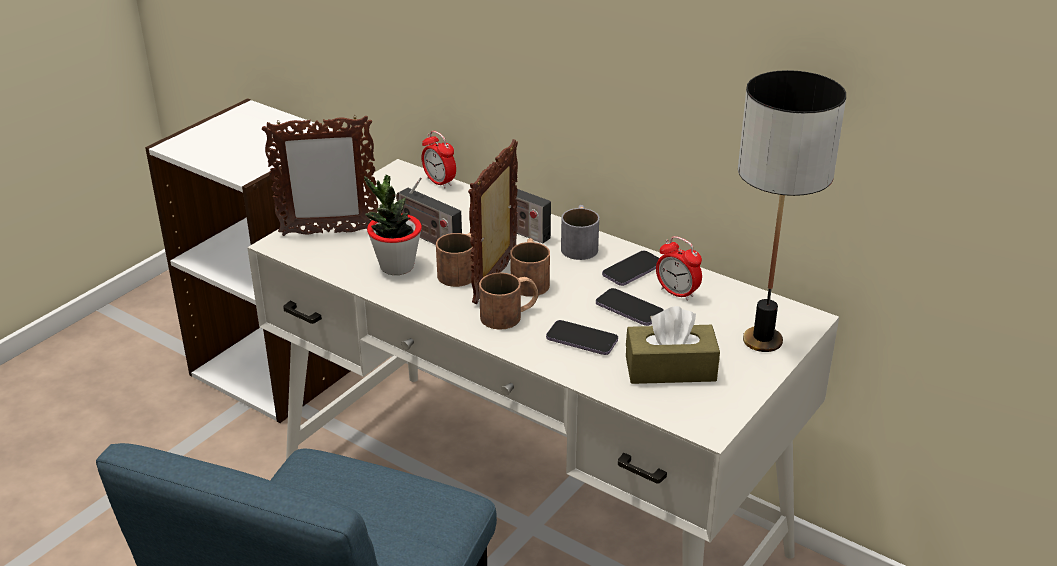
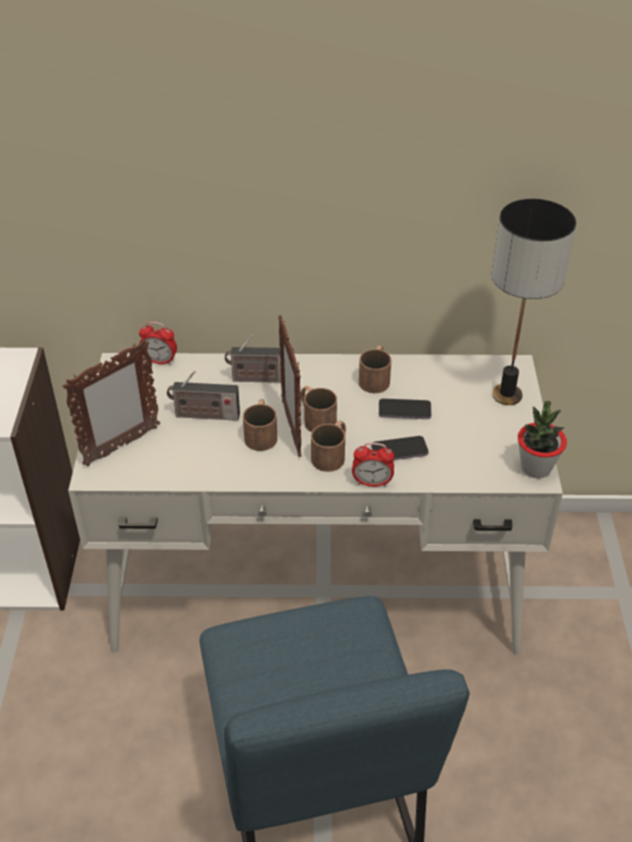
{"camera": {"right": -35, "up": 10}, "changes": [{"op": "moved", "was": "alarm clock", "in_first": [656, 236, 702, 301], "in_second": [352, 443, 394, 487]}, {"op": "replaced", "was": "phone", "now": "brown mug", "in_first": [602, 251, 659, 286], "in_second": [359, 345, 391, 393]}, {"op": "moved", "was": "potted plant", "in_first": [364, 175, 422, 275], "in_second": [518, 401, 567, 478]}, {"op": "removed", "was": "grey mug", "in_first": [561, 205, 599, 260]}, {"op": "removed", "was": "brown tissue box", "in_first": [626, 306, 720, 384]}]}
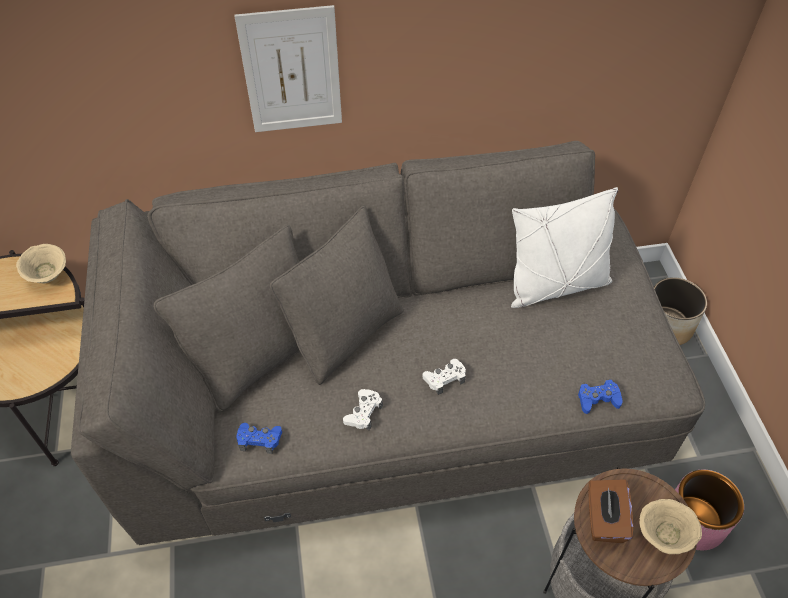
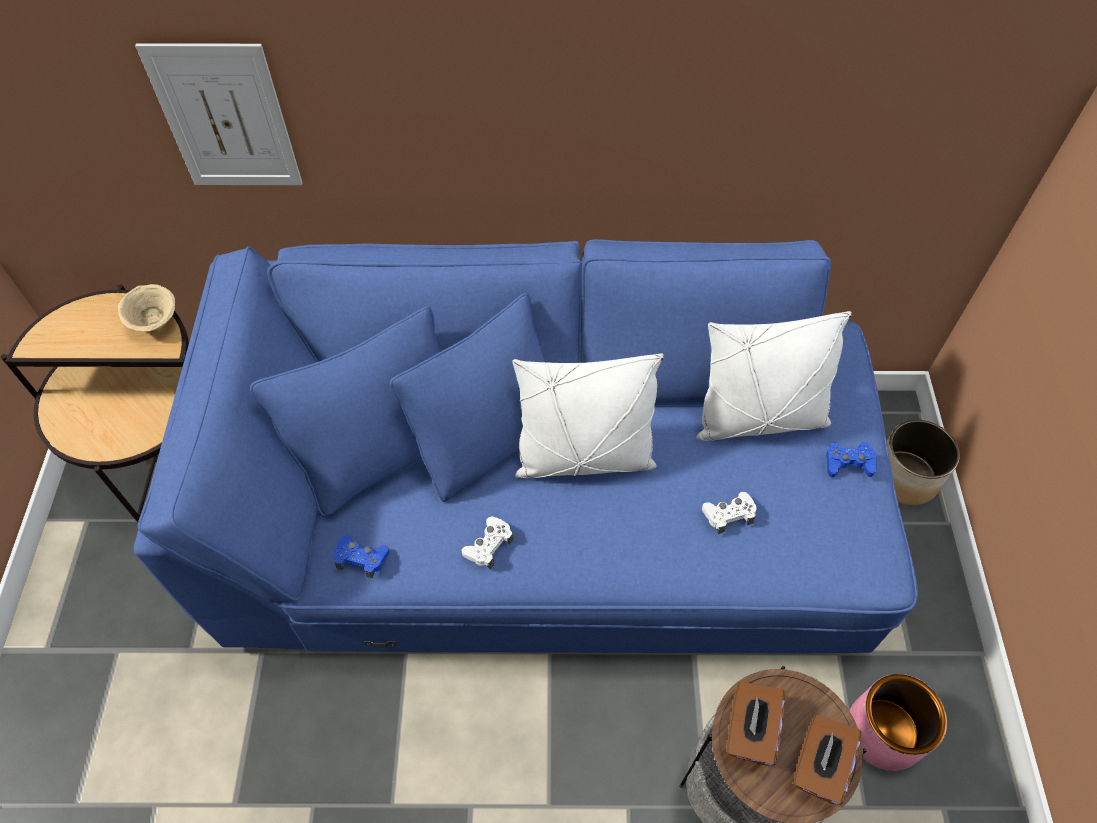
{"camera": {"right": 10, "up": 5}, "changes": [{"op": "recoloured", "was": "grey sofa", "now": "blue sofa", "in_first": [71, 141, 705, 545], "in_second": [134, 239, 918, 654]}, {"op": "moved", "was": "picture", "in_first": [234, 5, 342, 132], "in_second": [135, 43, 302, 185]}, {"op": "added", "now": "white pillow", "in_second": [512, 353, 663, 478]}, {"op": "moved", "was": "white game controller", "in_first": [423, 359, 466, 395], "in_second": [702, 492, 757, 534]}, {"op": "replaced", "was": "beige bowl", "now": "brown tissue box", "in_first": [640, 499, 702, 554], "in_second": [793, 715, 862, 805]}, {"op": "moved", "was": "blue game controller", "in_first": [578, 379, 623, 414], "in_second": [826, 442, 877, 477]}]}
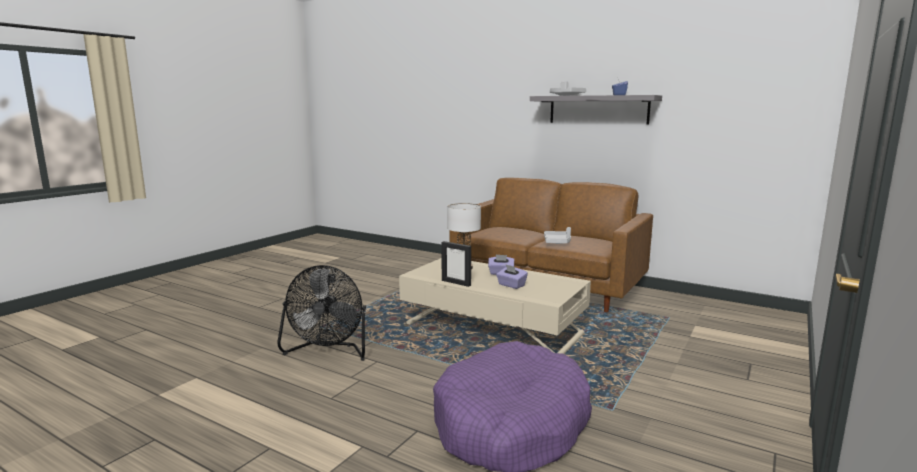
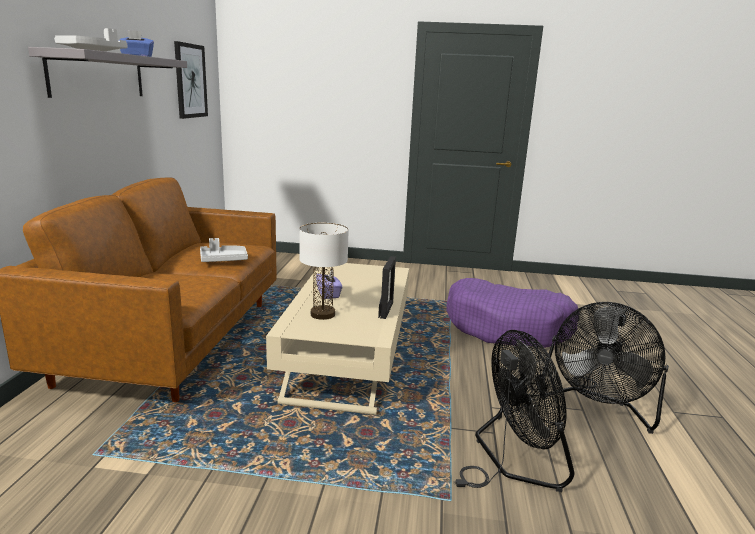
{"camera": {"right": -115, "up": 5}, "changes": [{"op": "added", "now": "picture", "in_second": [174, 41, 208, 119]}, {"op": "added", "now": "black fan", "in_second": [541, 302, 669, 434]}, {"op": "removed", "was": "purple tissue box", "in_first": [496, 265, 528, 289]}]}
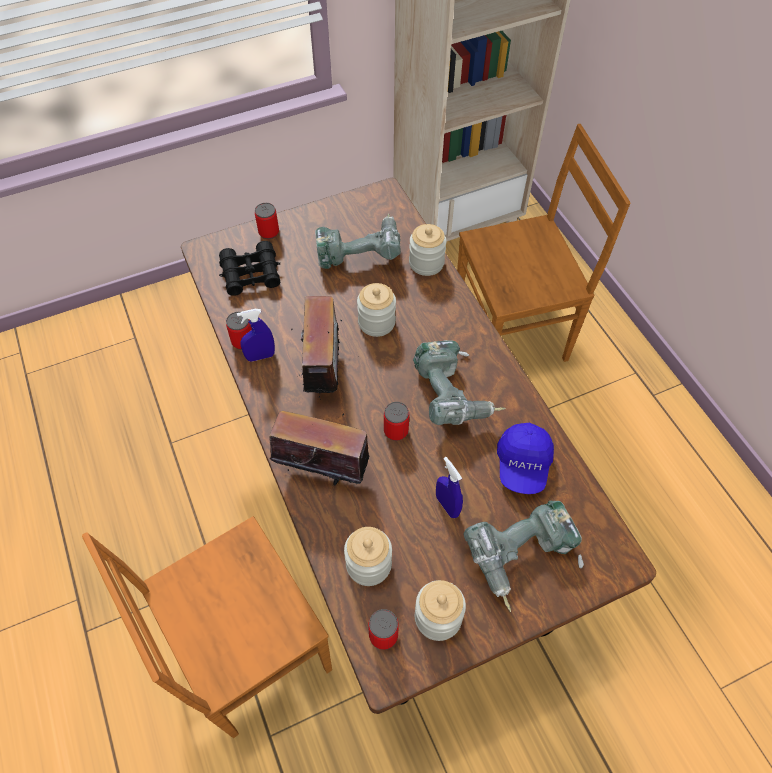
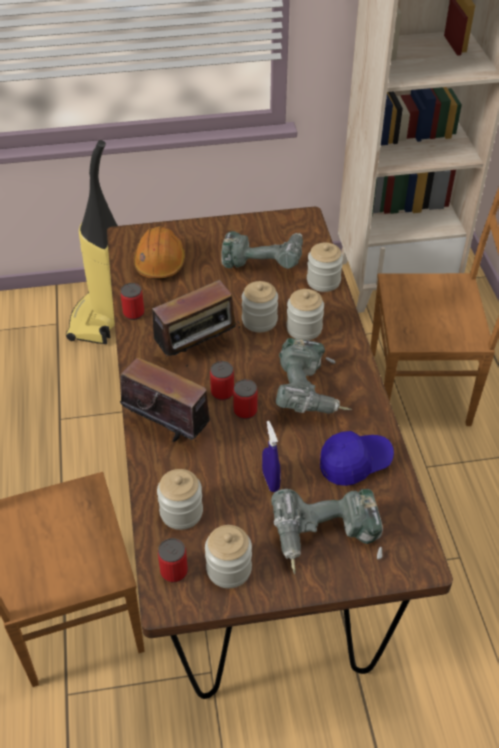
{"camera": {"right": 15, "up": -10}, "changes": [{"op": "added", "now": "vacuum cleaner", "in_second": [66, 140, 118, 344]}, {"op": "replaced", "was": "black binoculars", "now": "orange hard hat", "in_first": [219, 241, 280, 296], "in_second": [133, 226, 185, 280]}, {"op": "turned", "was": "radio", "in_first": [291, 296, 359, 400], "in_second": [152, 280, 240, 357], "clockwise": 45}, {"op": "moved", "was": "can", "in_first": [255, 203, 279, 239], "in_second": [210, 361, 234, 401]}, {"op": "added", "now": "jar", "in_second": [286, 289, 324, 340]}, {"op": "turned", "was": "blue cap", "in_first": [497, 423, 554, 494], "in_second": [320, 431, 394, 486], "clockwise": -135}, {"op": "removed", "was": "blue spray bottle", "in_first": [237, 309, 275, 362]}]}
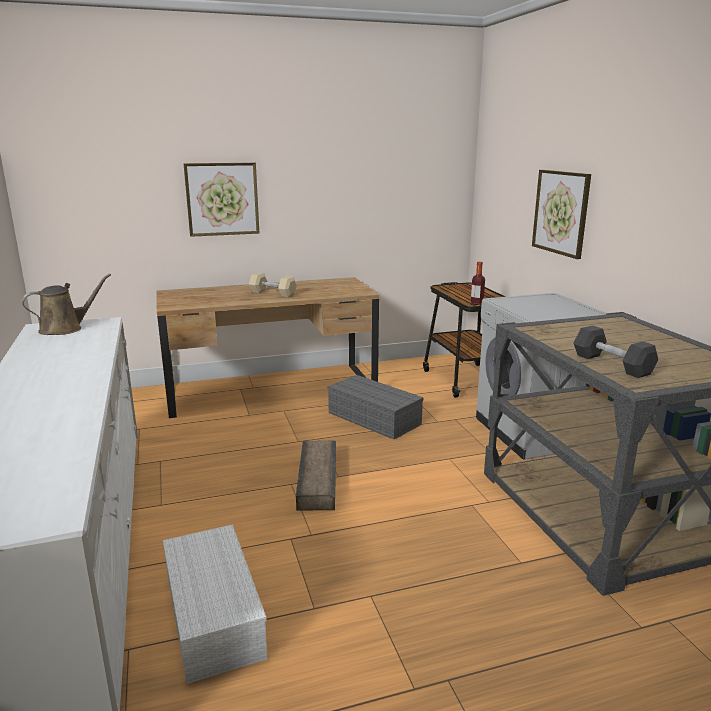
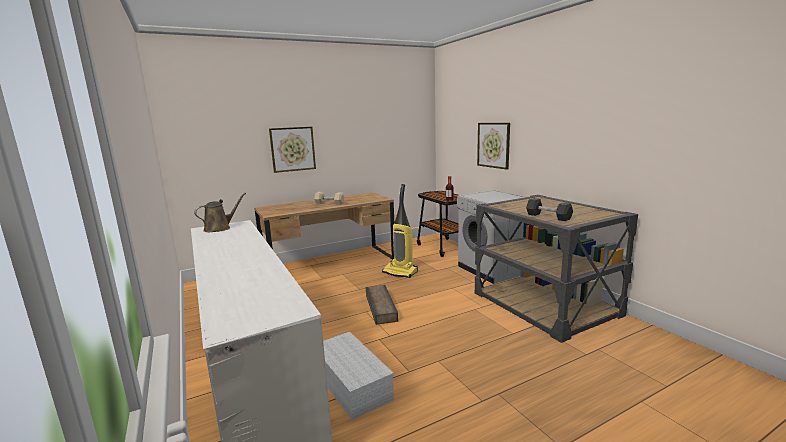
{"camera": {"right": -10, "up": -5}, "changes": [{"op": "replaced", "was": "grey storage box", "now": "vacuum cleaner", "in_first": [327, 375, 424, 440], "in_second": [382, 184, 418, 278]}]}
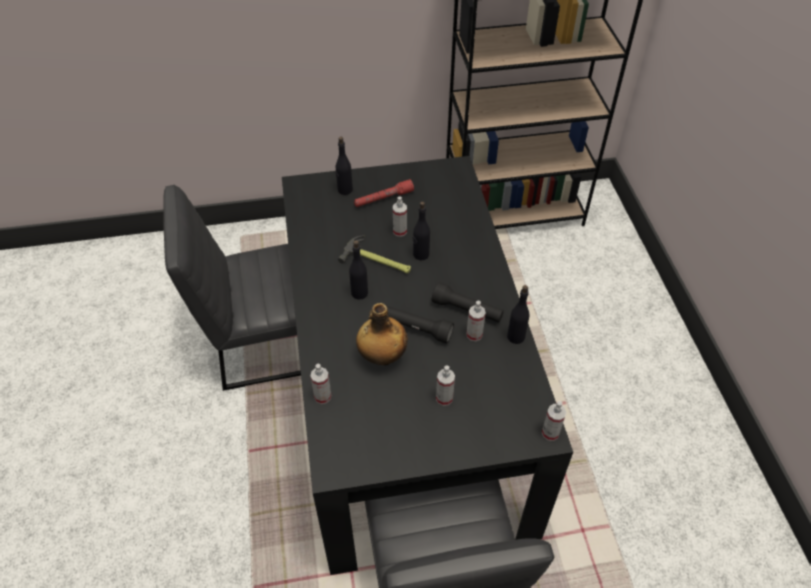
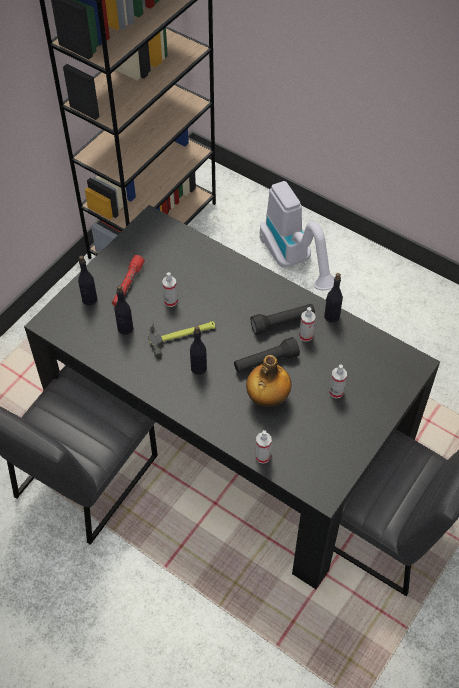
{"camera": {"right": -45, "up": 5}, "changes": [{"op": "moved", "was": "black bottle", "in_first": [413, 201, 430, 260], "in_second": [115, 285, 133, 335]}, {"op": "added", "now": "vacuum cleaner", "in_second": [260, 181, 334, 290]}, {"op": "removed", "was": "spray bottle", "in_first": [542, 401, 566, 441]}]}
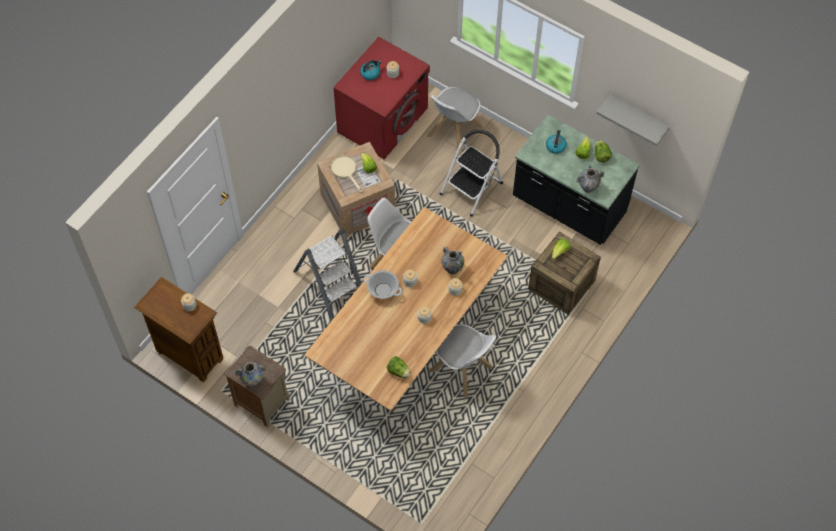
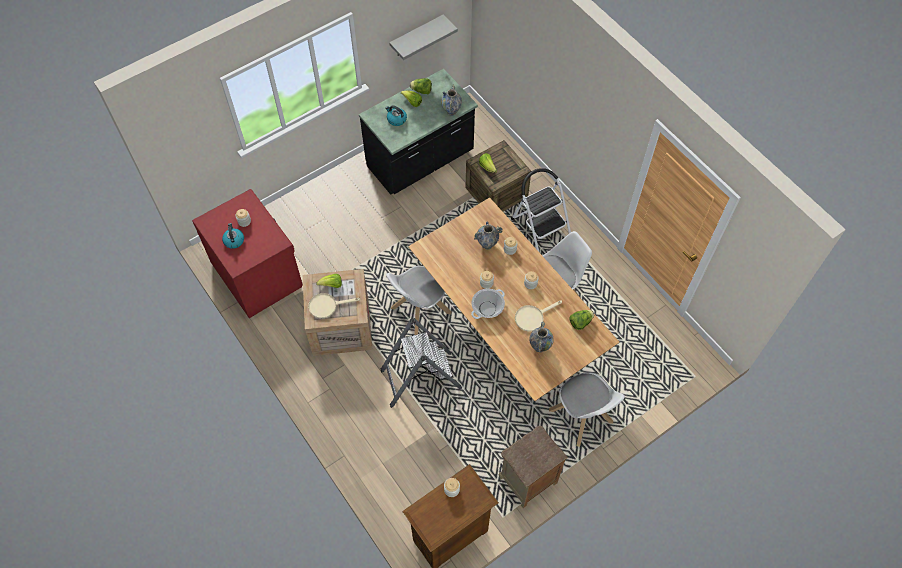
{"camera": {"right": -70, "up": 0}, "changes": [{"op": "moved", "was": "step ladder", "in_first": [440, 130, 503, 216], "in_second": [511, 168, 571, 253]}, {"op": "added", "now": "beige frying pan", "in_second": [515, 300, 562, 332]}, {"op": "moved", "was": "vase", "in_first": [235, 362, 266, 386], "in_second": [529, 321, 554, 352]}, {"op": "moved", "was": "chair", "in_first": [427, 87, 483, 155], "in_second": [549, 372, 625, 447]}]}
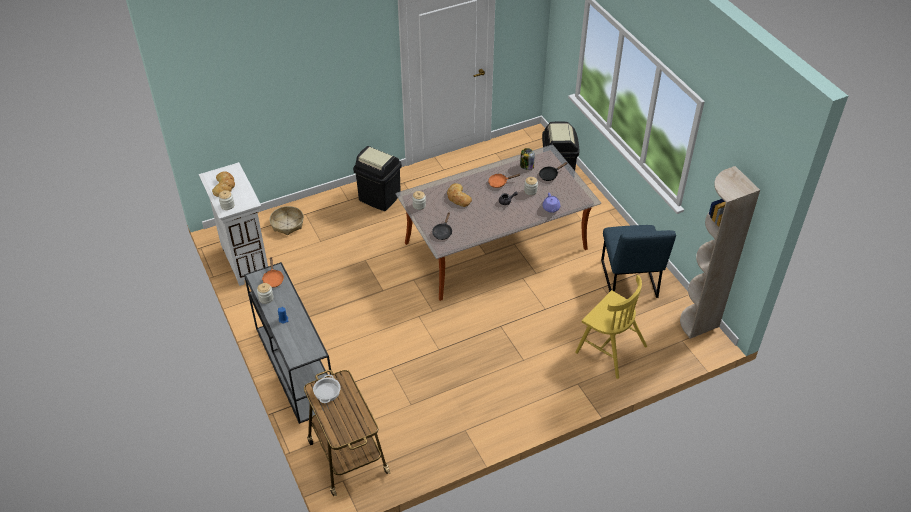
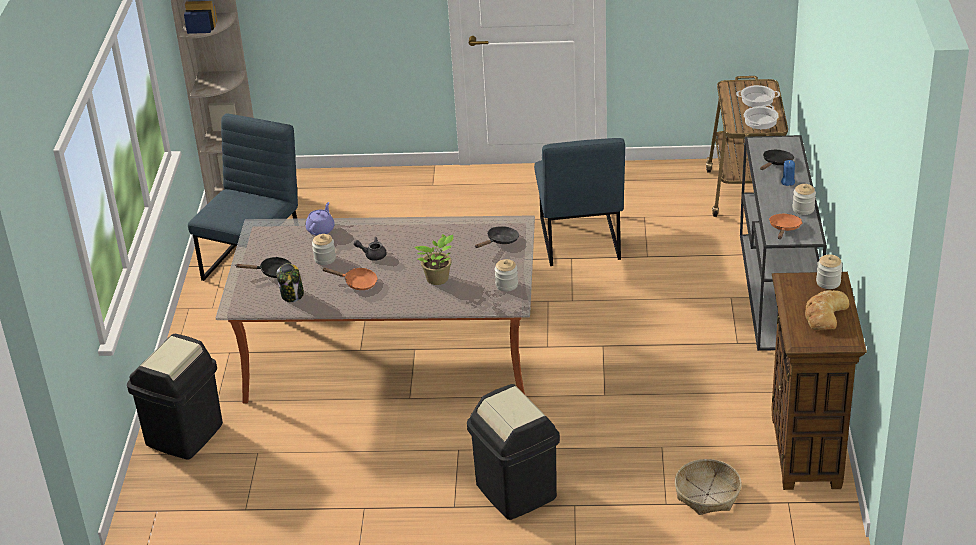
{"camera": {"right": -150, "up": -10}, "changes": [{"op": "replaced", "was": "bread", "now": "potted plant", "in_first": [447, 183, 472, 207], "in_second": [415, 234, 454, 285]}, {"op": "added", "now": "blue chair", "in_second": [534, 138, 625, 266]}, {"op": "added", "now": "cooking pot", "in_second": [736, 85, 780, 107]}, {"op": "added", "now": "black frying pan", "in_second": [760, 150, 794, 170]}, {"op": "recoloured", "was": "white cabinet", "now": "brown cabinet", "in_first": [199, 162, 268, 286], "in_second": [771, 272, 867, 490]}, {"op": "removed", "was": "yellow chair", "in_first": [575, 275, 647, 379]}]}
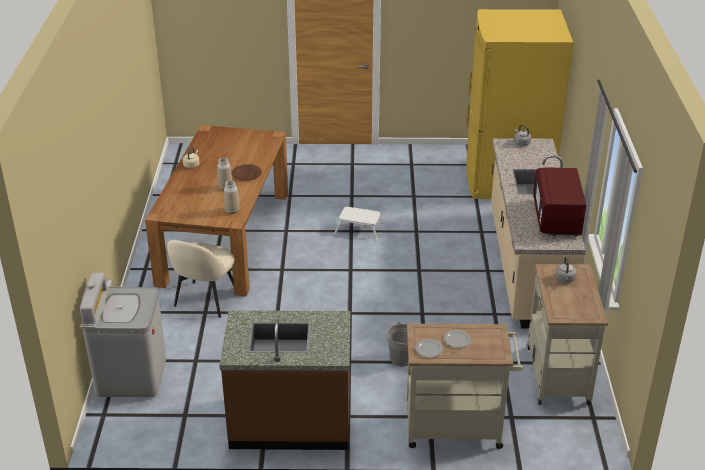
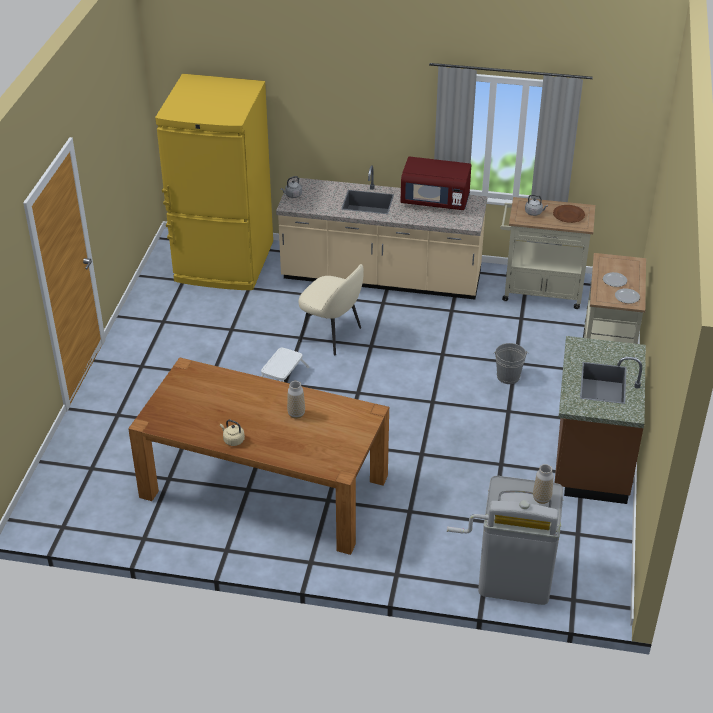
{"camera": {"right": -80, "up": 5}, "changes": [{"op": "moved", "was": "beige chair", "in_first": [167, 240, 235, 318], "in_second": [299, 264, 364, 356]}, {"op": "moved", "was": "vase", "in_first": [224, 180, 240, 214], "in_second": [533, 464, 553, 504]}, {"op": "moved", "was": "brown plate", "in_first": [231, 164, 262, 181], "in_second": [553, 205, 585, 223]}]}
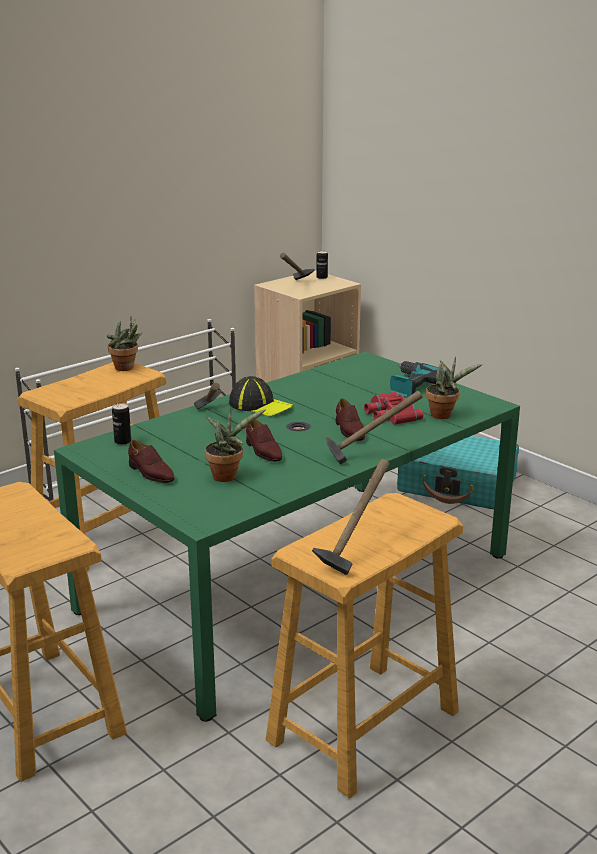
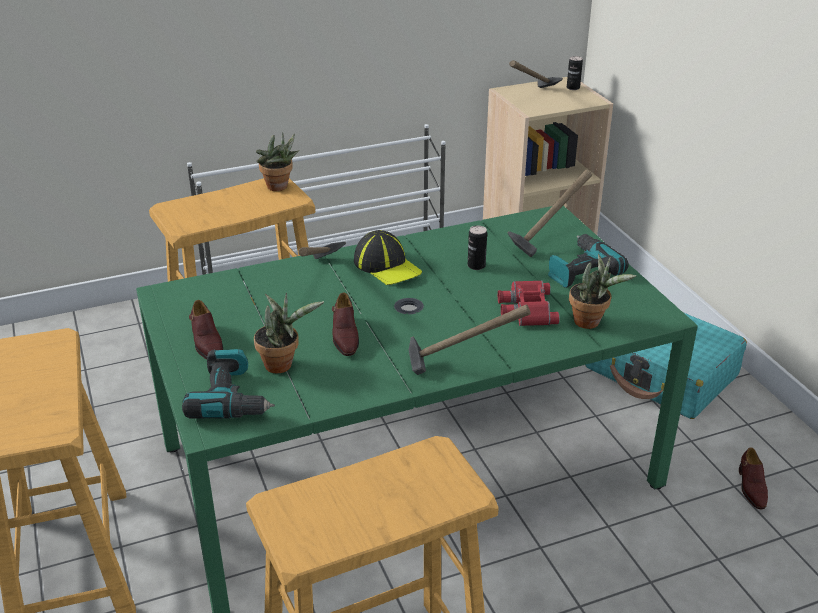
{"camera": {"right": 20, "up": 10}, "changes": [{"op": "added", "now": "power drill", "in_second": [182, 349, 275, 419]}, {"op": "moved", "was": "can", "in_first": [112, 403, 131, 445], "in_second": [468, 225, 487, 270]}, {"op": "moved", "was": "hammer", "in_first": [312, 459, 390, 575], "in_second": [507, 170, 592, 257]}, {"op": "moved", "was": "brown shoe", "in_first": [336, 398, 365, 441], "in_second": [739, 447, 768, 509]}]}
